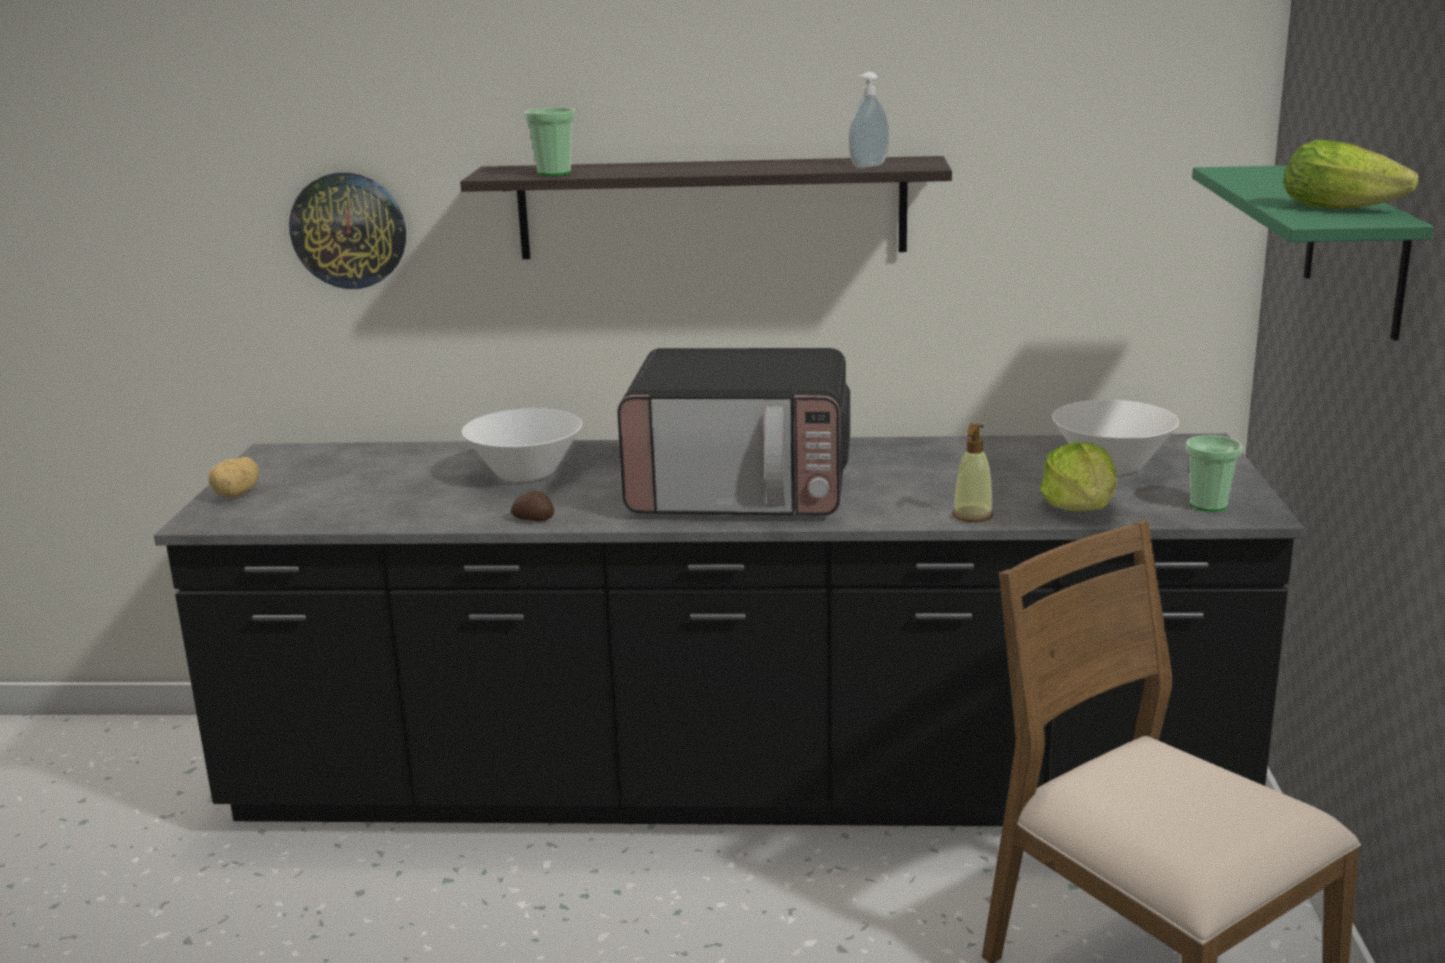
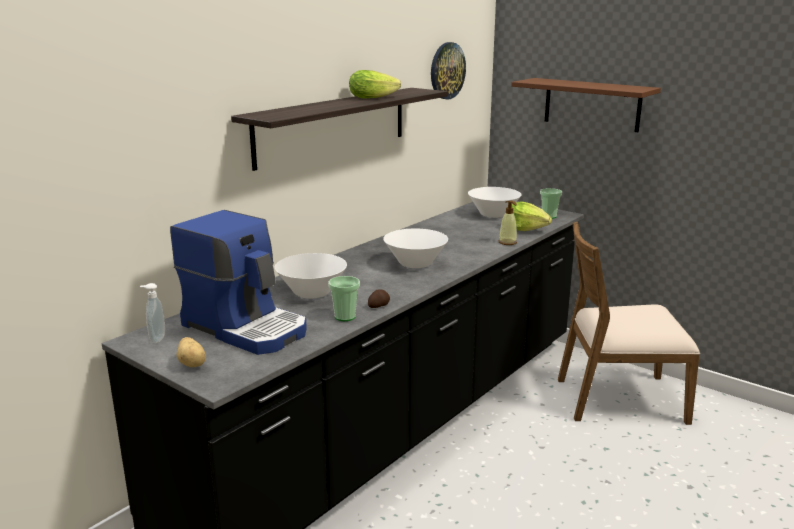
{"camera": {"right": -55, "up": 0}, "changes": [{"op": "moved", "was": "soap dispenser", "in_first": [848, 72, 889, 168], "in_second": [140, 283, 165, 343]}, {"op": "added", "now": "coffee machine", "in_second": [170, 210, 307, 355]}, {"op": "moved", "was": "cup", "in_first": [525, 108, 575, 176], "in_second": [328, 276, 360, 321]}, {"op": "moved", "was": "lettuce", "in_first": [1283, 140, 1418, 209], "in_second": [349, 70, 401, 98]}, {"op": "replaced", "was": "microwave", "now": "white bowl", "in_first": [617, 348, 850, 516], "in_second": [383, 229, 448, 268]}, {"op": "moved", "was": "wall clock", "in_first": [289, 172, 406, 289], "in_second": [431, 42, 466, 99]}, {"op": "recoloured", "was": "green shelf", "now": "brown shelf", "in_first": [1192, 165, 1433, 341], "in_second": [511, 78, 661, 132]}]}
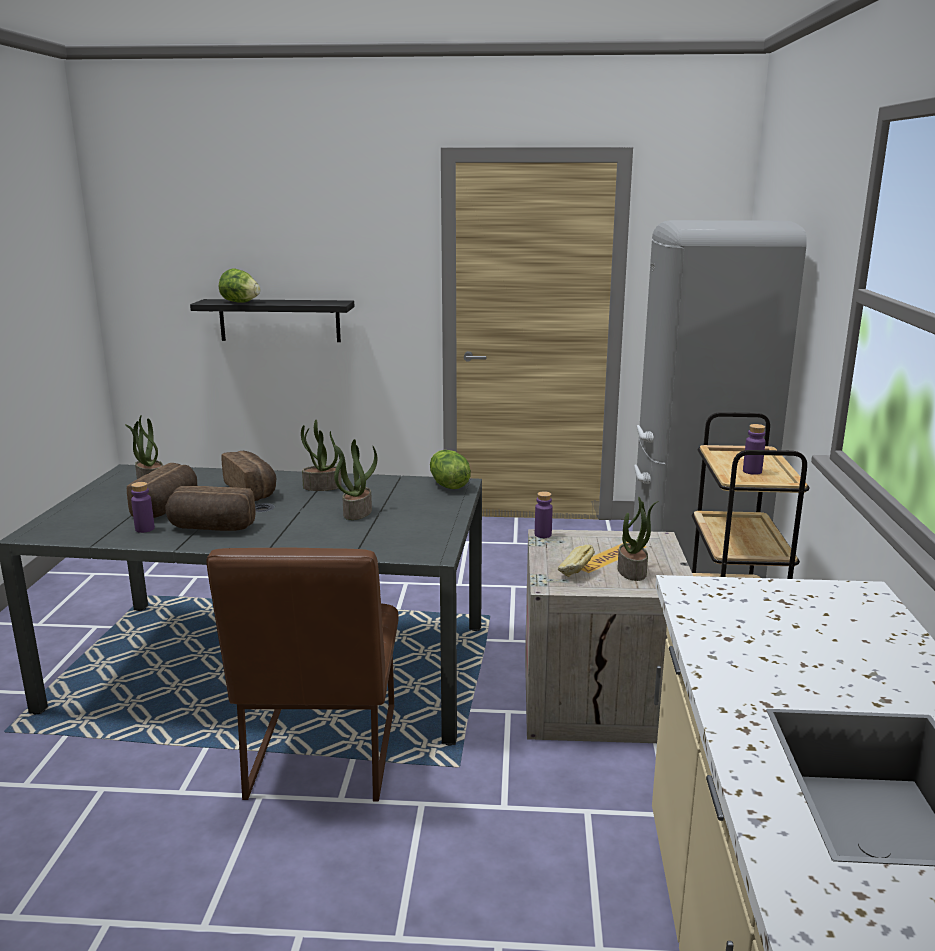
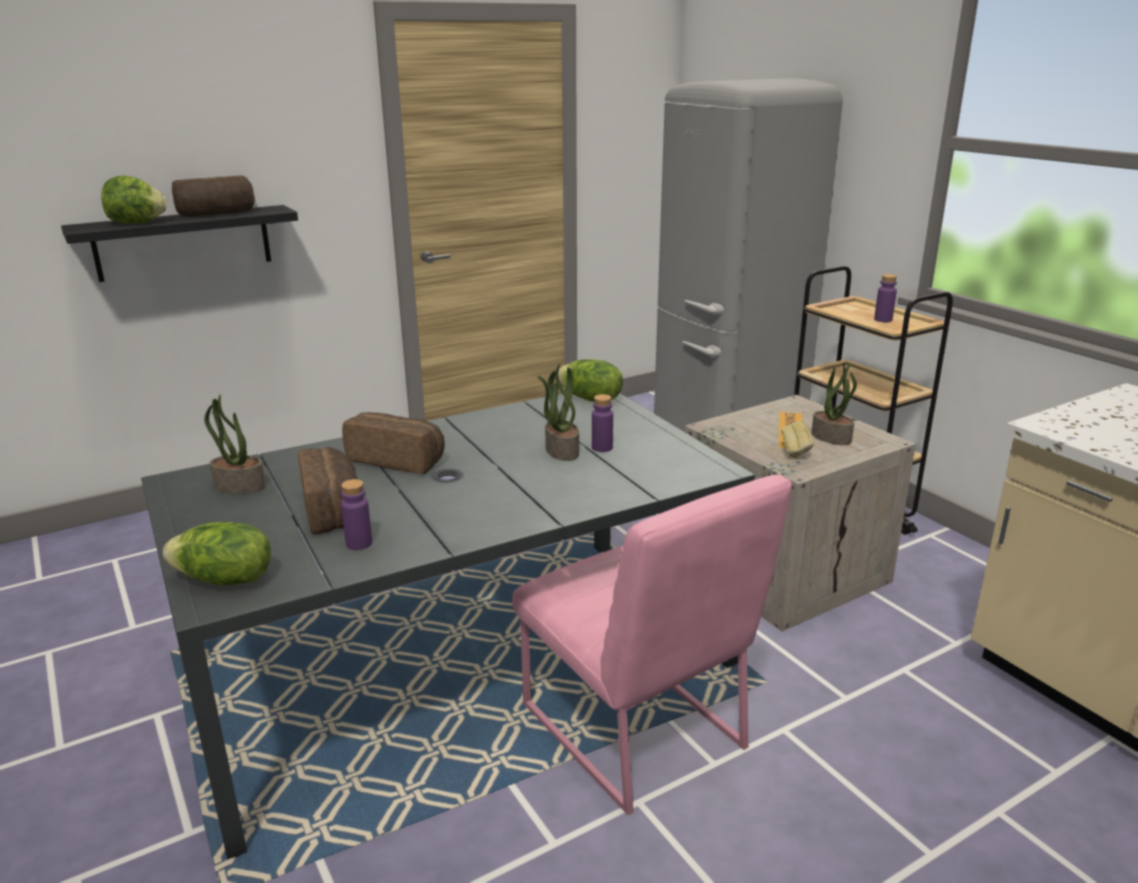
{"camera": {"right": -35, "up": 5}, "changes": [{"op": "added", "now": "lettuce", "in_second": [163, 522, 271, 585]}, {"op": "moved", "was": "bread", "in_first": [165, 486, 256, 531], "in_second": [172, 175, 255, 217]}, {"op": "recoloured", "was": "brown chair", "now": "pink chair", "in_first": [206, 548, 399, 801], "in_second": [512, 474, 792, 815]}, {"op": "moved", "was": "purple bottle", "in_first": [535, 491, 553, 538], "in_second": [592, 394, 613, 452]}, {"op": "removed", "was": "potted plant", "in_first": [301, 419, 342, 491]}]}
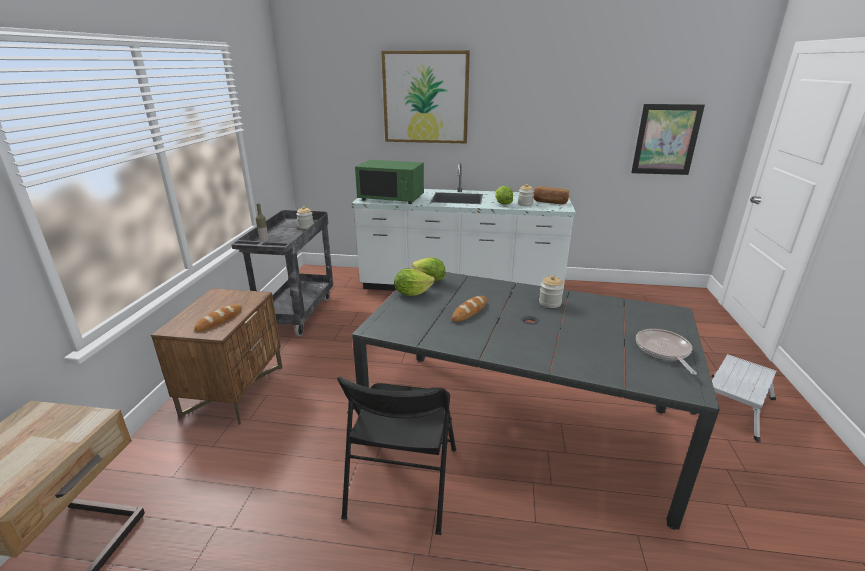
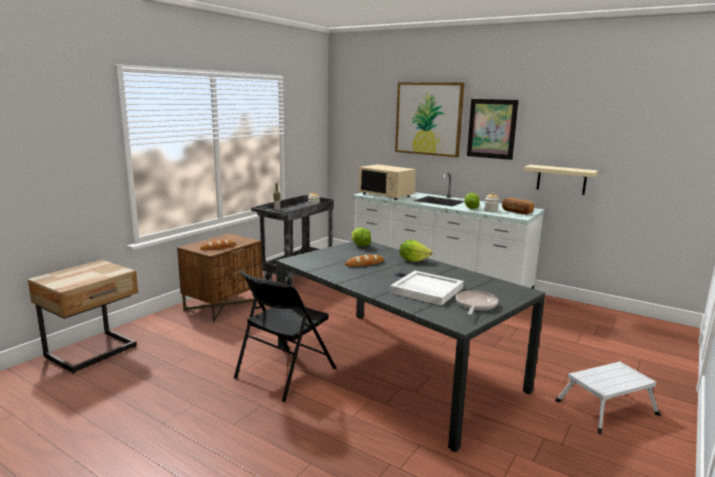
{"camera": {"right": 25, "up": -10}, "changes": [{"op": "recoloured", "was": "green microwave", "now": "beige microwave", "in_first": [355, 160, 424, 204], "in_second": [358, 164, 416, 200]}, {"op": "added", "now": "white tray", "in_second": [390, 271, 464, 306]}, {"op": "moved", "was": "lettuce", "in_first": [394, 269, 435, 296], "in_second": [399, 240, 433, 262]}, {"op": "moved", "was": "picture", "in_first": [631, 104, 705, 175], "in_second": [467, 99, 519, 160]}, {"op": "added", "now": "beige shelf", "in_second": [523, 164, 598, 195]}, {"op": "removed", "was": "jar", "in_first": [539, 275, 564, 308]}]}
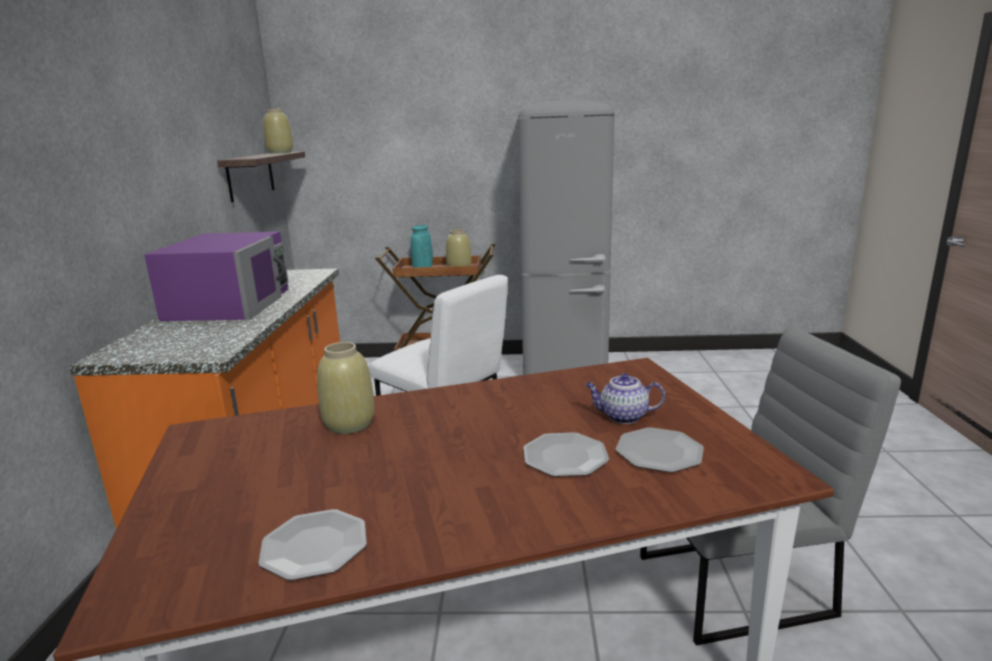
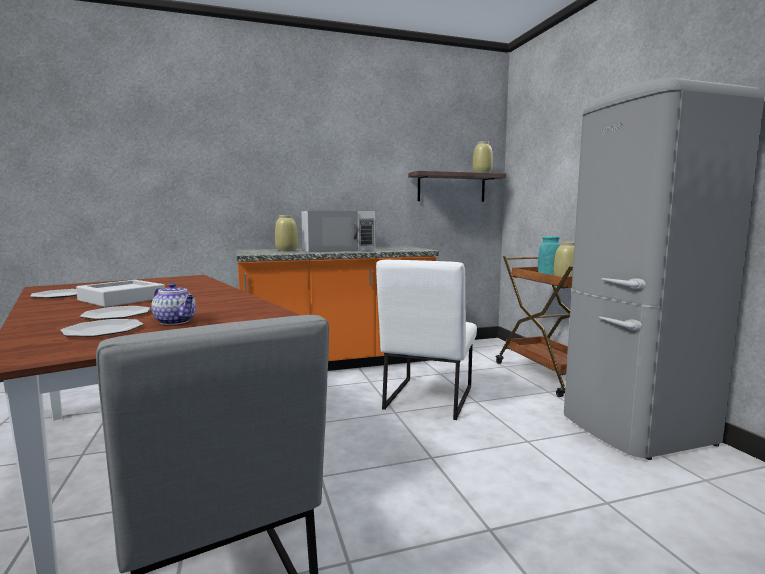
{"camera": {"right": 70, "up": -10}, "changes": [{"op": "added", "now": "grey tray", "in_second": [76, 280, 165, 307]}, {"op": "turned", "was": "teapot", "in_first": [585, 373, 665, 424], "in_second": [151, 283, 196, 325], "clockwise": 135}, {"op": "moved", "was": "beige vase", "in_first": [317, 342, 375, 434], "in_second": [275, 215, 298, 251]}, {"op": "recoloured", "was": "purple microwave", "now": "white microwave", "in_first": [144, 231, 289, 321], "in_second": [301, 211, 376, 252]}]}
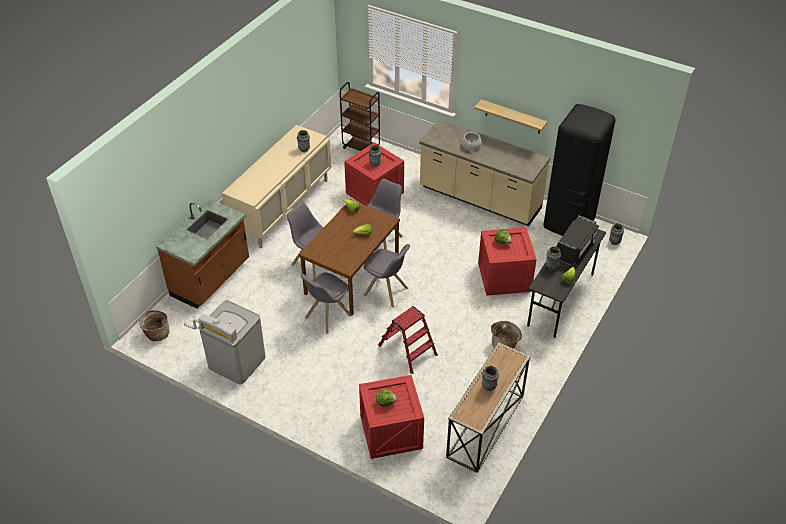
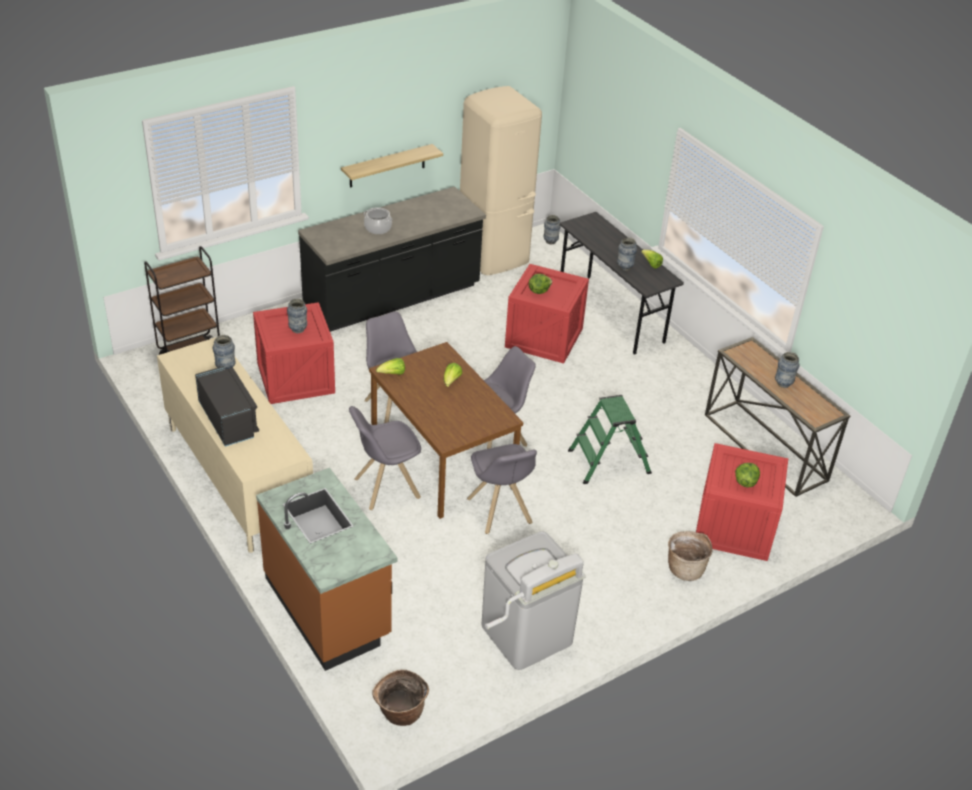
{"camera": {"right": -65, "up": -5}, "changes": [{"op": "moved", "was": "black microwave", "in_first": [557, 215, 599, 266], "in_second": [195, 366, 259, 447]}, {"op": "recoloured", "was": "beige counter", "now": "black counter", "in_first": [419, 119, 550, 226], "in_second": [298, 187, 486, 332]}, {"op": "recoloured", "was": "black fridge", "now": "beige fridge", "in_first": [543, 104, 616, 236], "in_second": [460, 86, 542, 275]}, {"op": "recoloured", "was": "red step ladder", "now": "green step ladder", "in_first": [378, 306, 438, 374], "in_second": [568, 395, 652, 484]}, {"op": "moved", "was": "basket", "in_first": [491, 321, 522, 349], "in_second": [668, 531, 712, 581]}]}
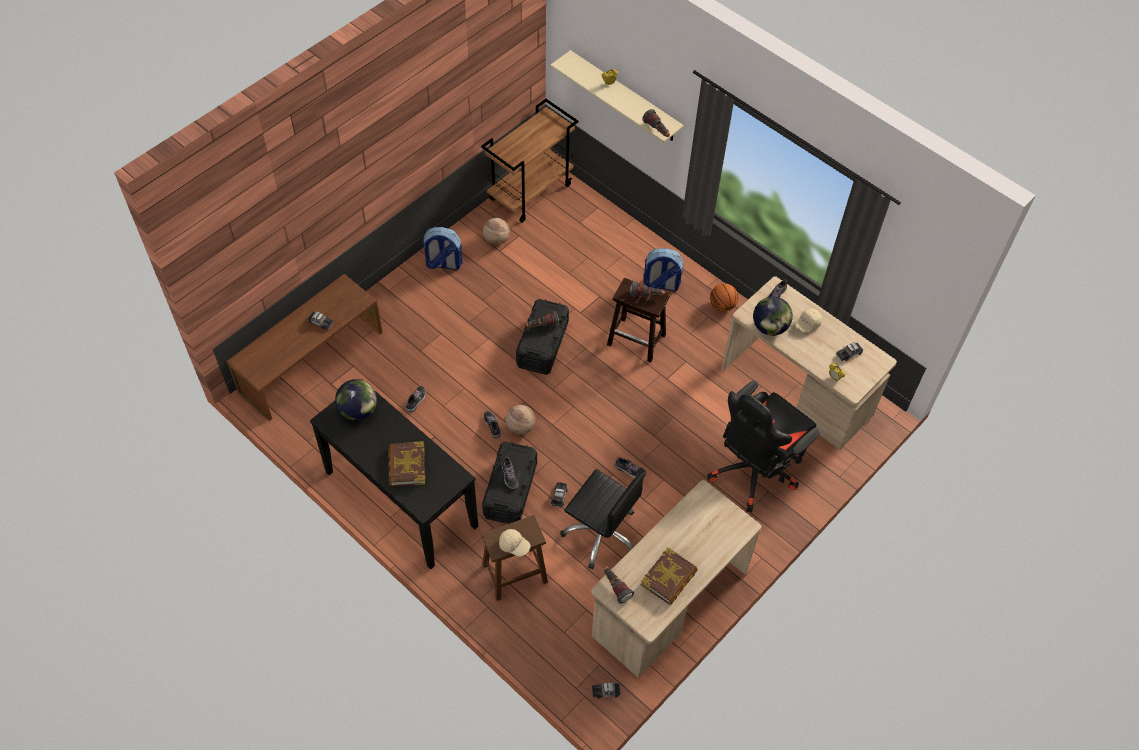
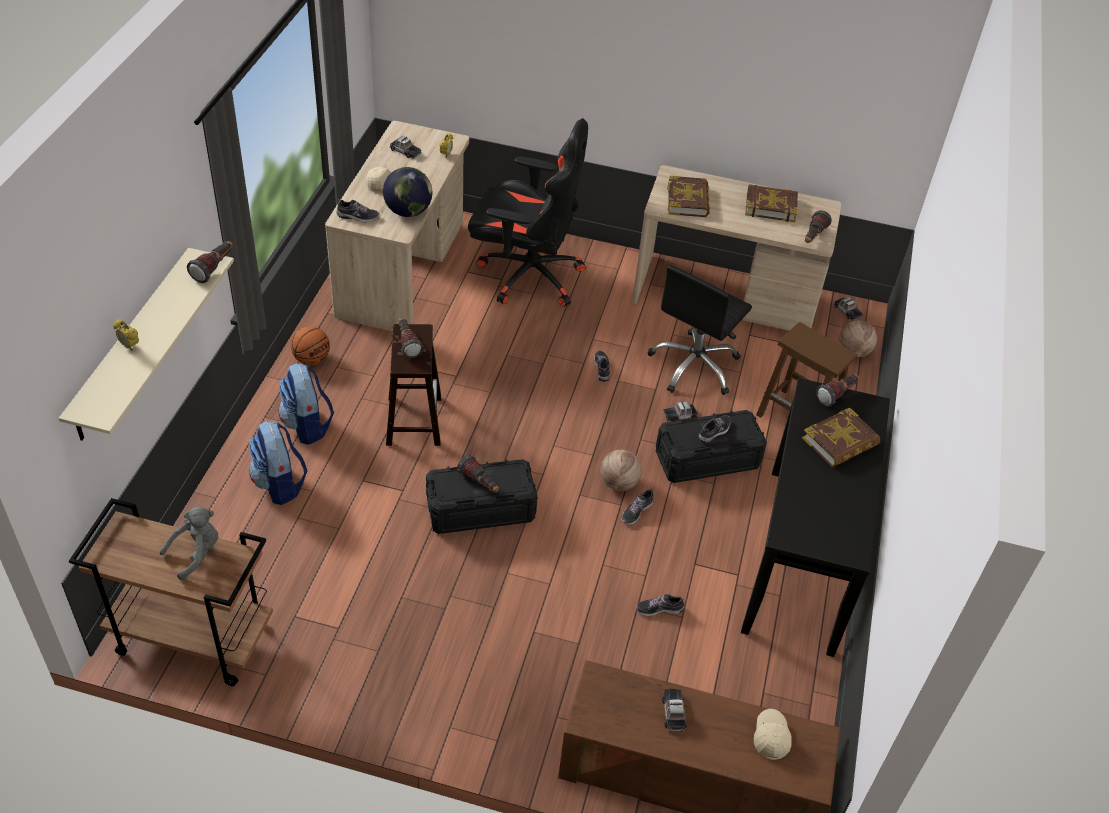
{"camera": {"right": -120, "up": -10}, "changes": [{"op": "added", "now": "grey plush toy", "in_second": [160, 507, 218, 580]}, {"op": "moved", "was": "backpack", "in_first": [422, 227, 463, 270], "in_second": [249, 420, 307, 505]}, {"op": "turned", "was": "black office chair", "in_first": [560, 469, 645, 569], "in_second": [647, 265, 752, 395], "clockwise": -150}, {"op": "added", "now": "book", "in_second": [667, 175, 710, 217]}, {"op": "moved", "was": "beige cap", "in_first": [499, 529, 530, 557], "in_second": [754, 709, 792, 760]}, {"op": "added", "now": "flashlight", "in_second": [816, 374, 859, 407]}, {"op": "moved", "was": "basketball", "in_first": [483, 218, 510, 245], "in_second": [839, 320, 877, 357]}, {"op": "removed", "was": "globe", "in_first": [335, 379, 377, 420]}]}
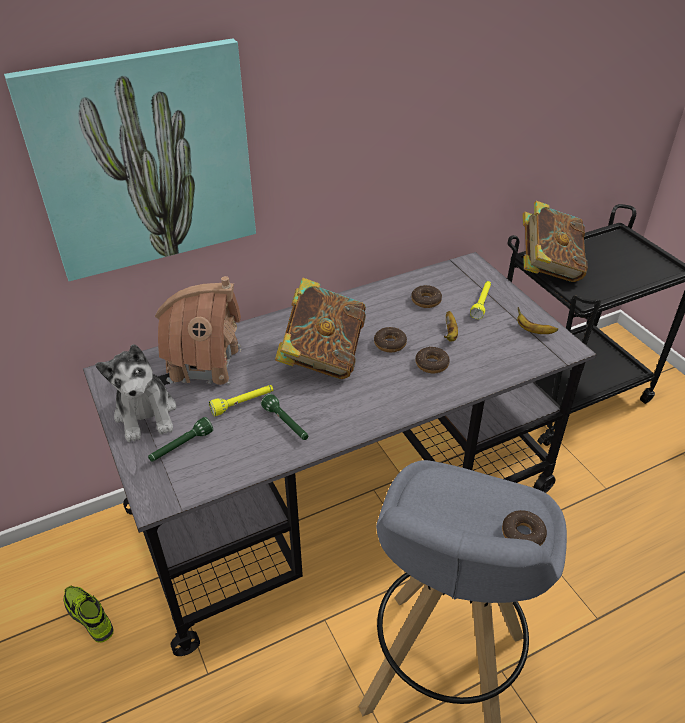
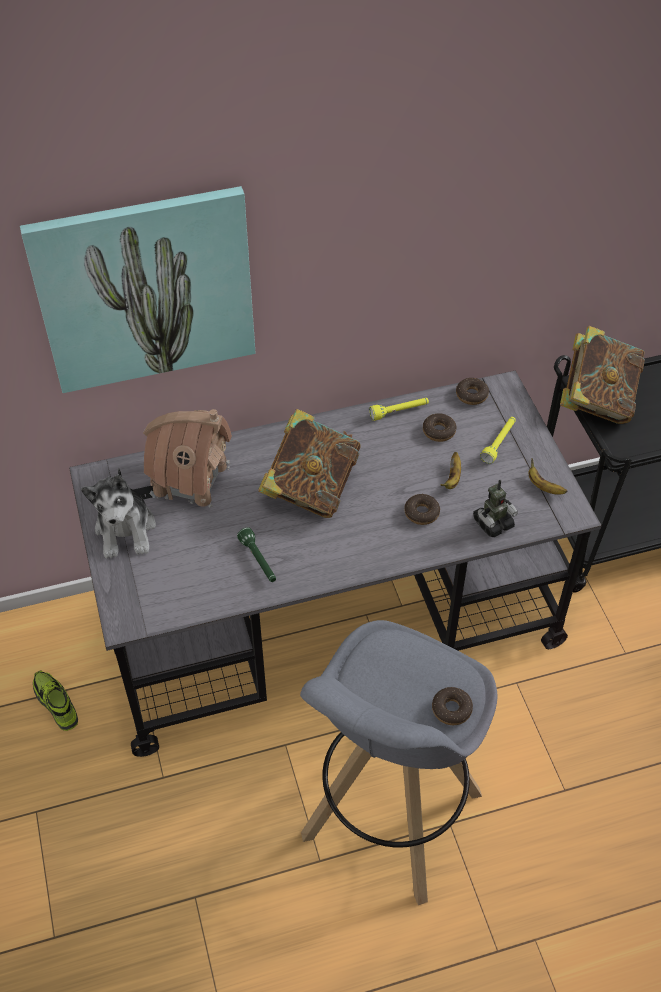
{"camera": {"right": 10, "up": 10}, "changes": [{"op": "moved", "was": "yellow flashlight", "in_first": [209, 385, 273, 416], "in_second": [369, 398, 429, 421]}, {"op": "moved", "was": "donut", "in_first": [374, 327, 407, 352], "in_second": [456, 378, 489, 405]}, {"op": "added", "now": "toy robot", "in_second": [473, 480, 518, 537]}, {"op": "removed", "was": "green flashlight", "in_first": [148, 417, 213, 462]}]}
